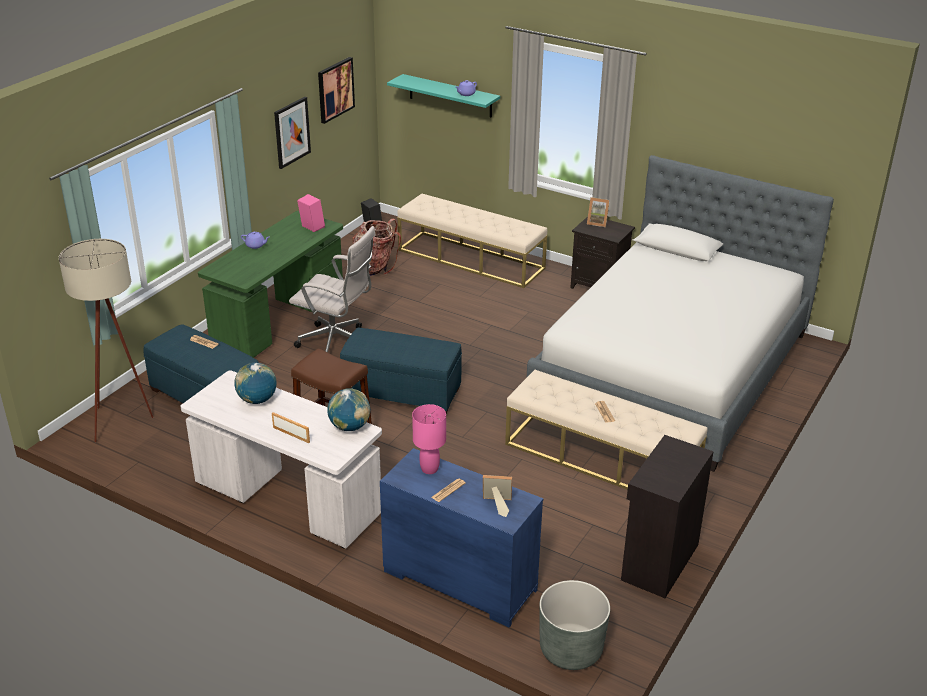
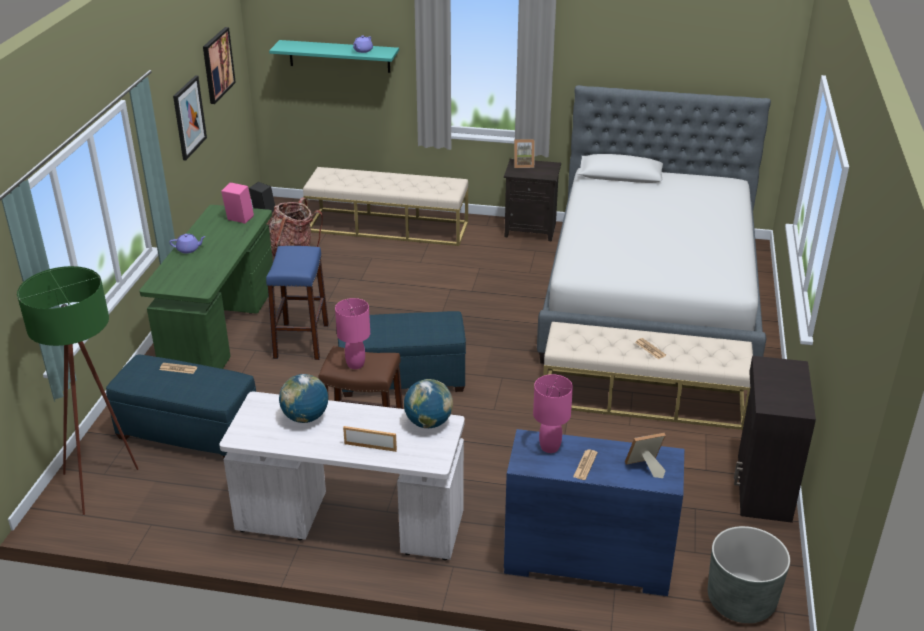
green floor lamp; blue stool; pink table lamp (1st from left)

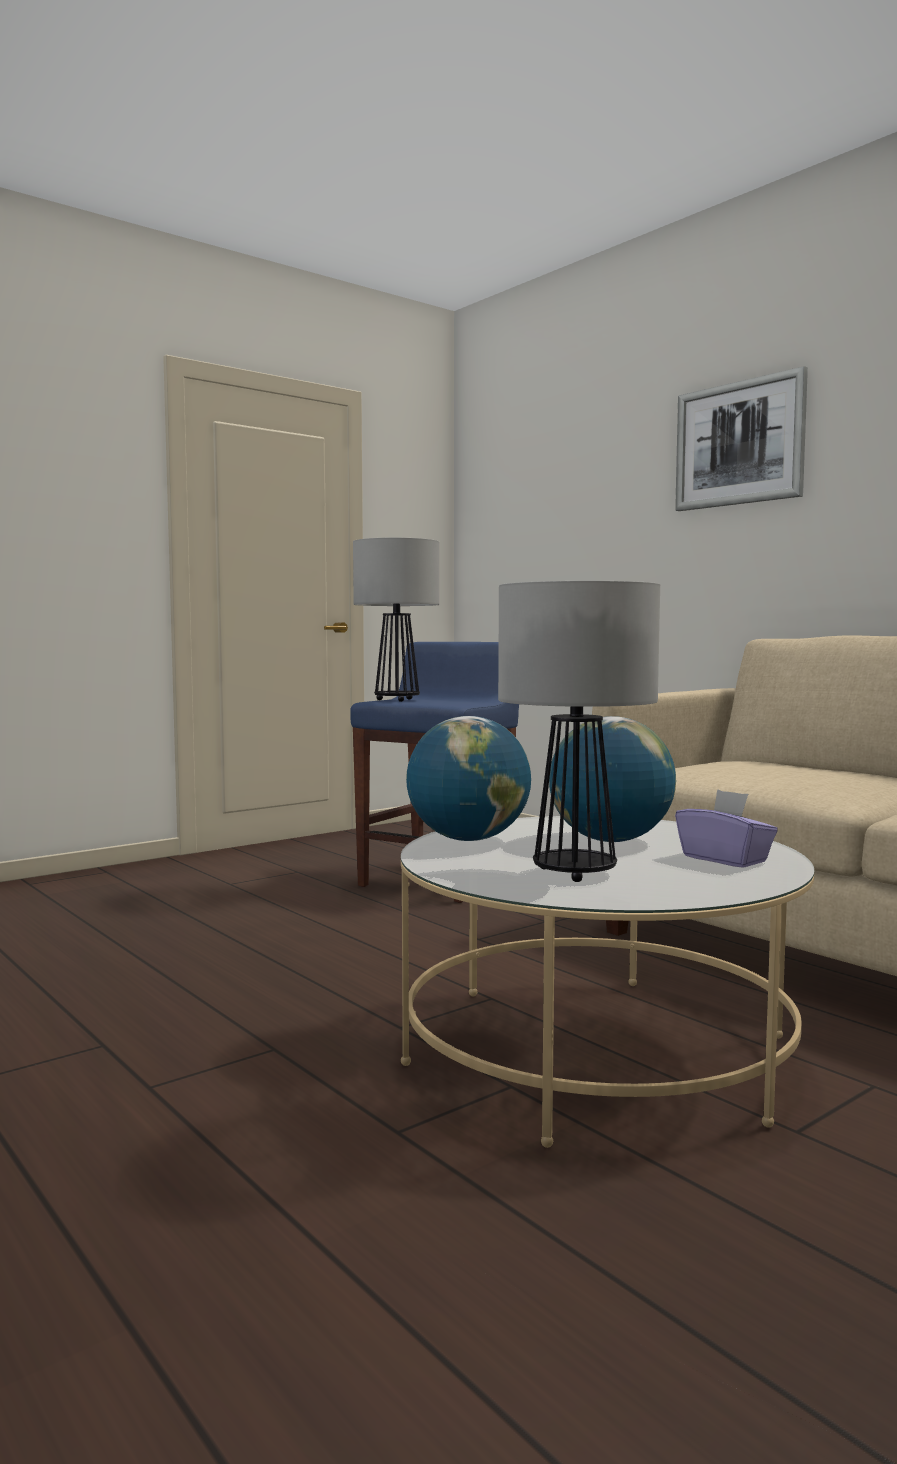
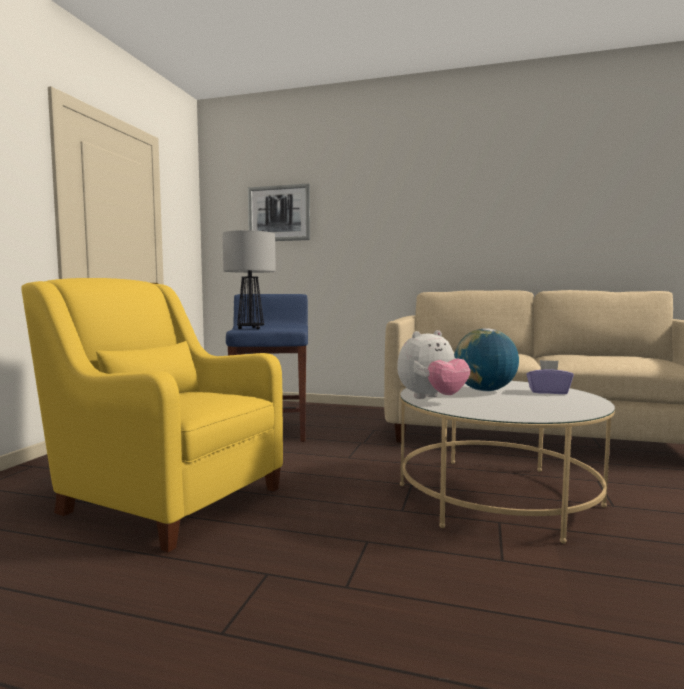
plush toy; table lamp (2nd from left in the first image); picture; yellow armchair

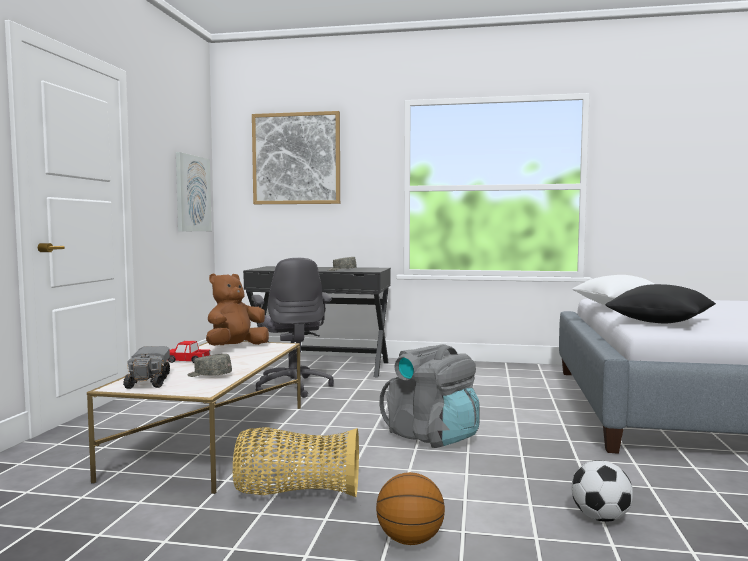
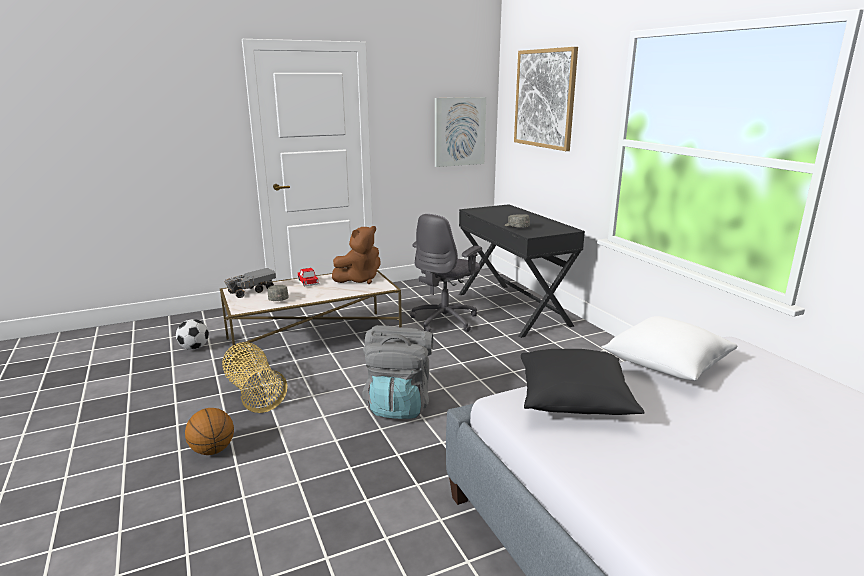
brown plush toy; football

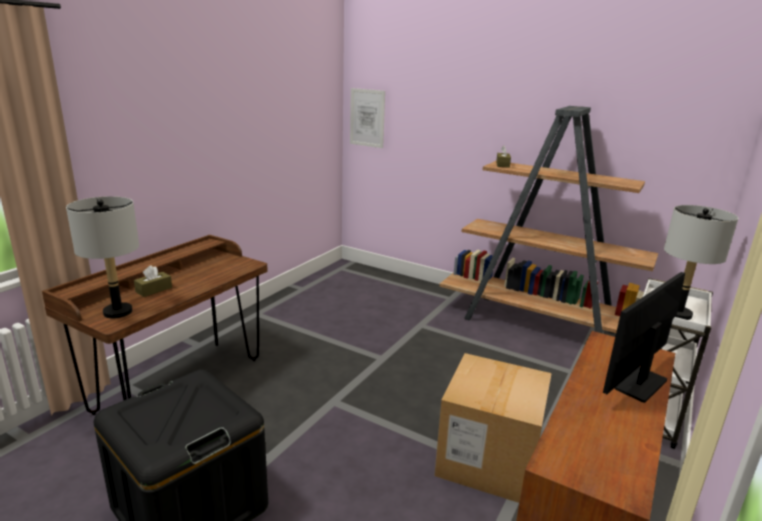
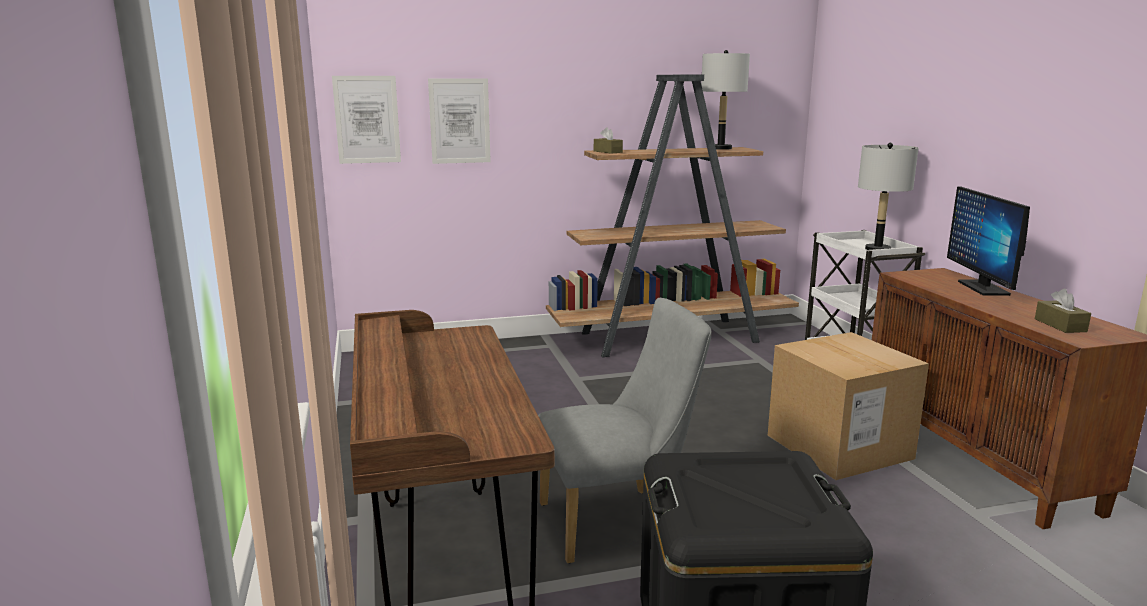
grey table lamp (1st from left); brown tissue box (2nd from left); picture (2nd from left); grey chair

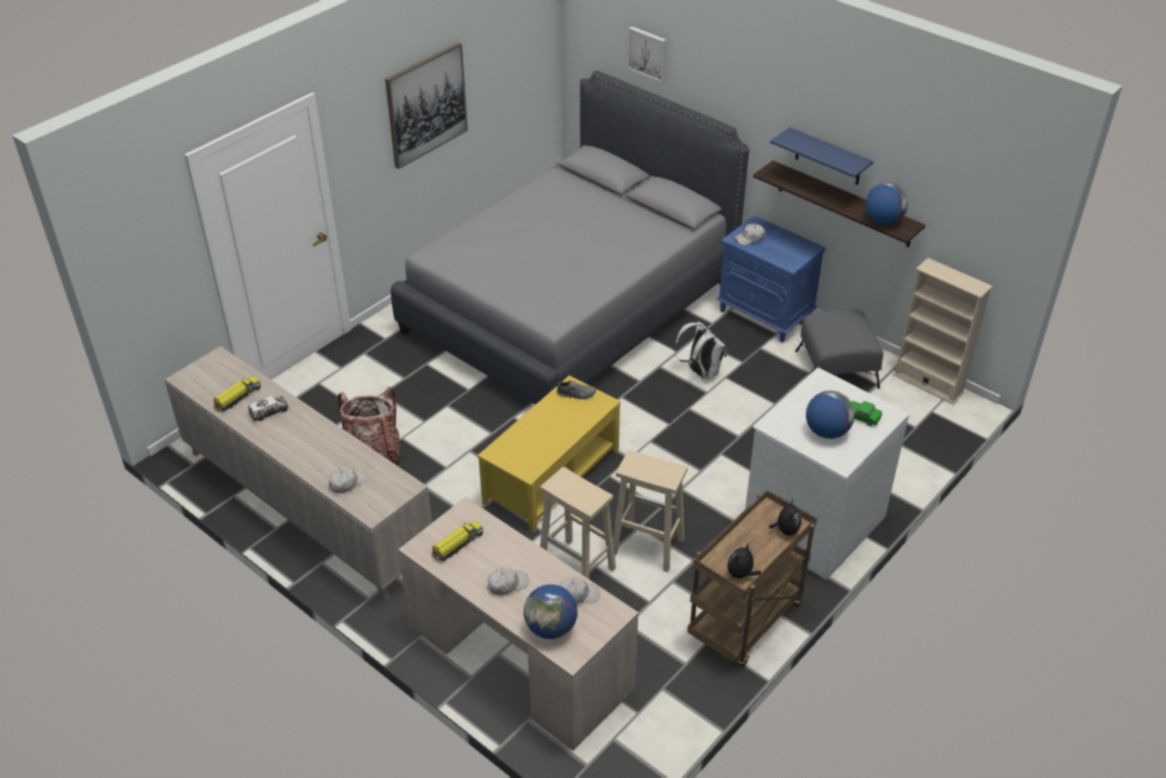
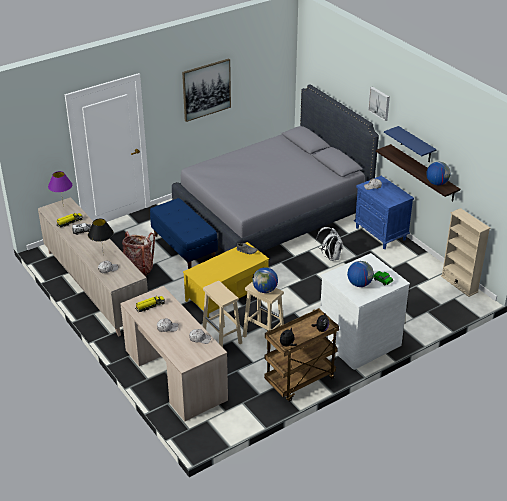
globe (1st from left); picture (2nd from left); grey ottoman; purple table lamp; black table lamp; blue bench

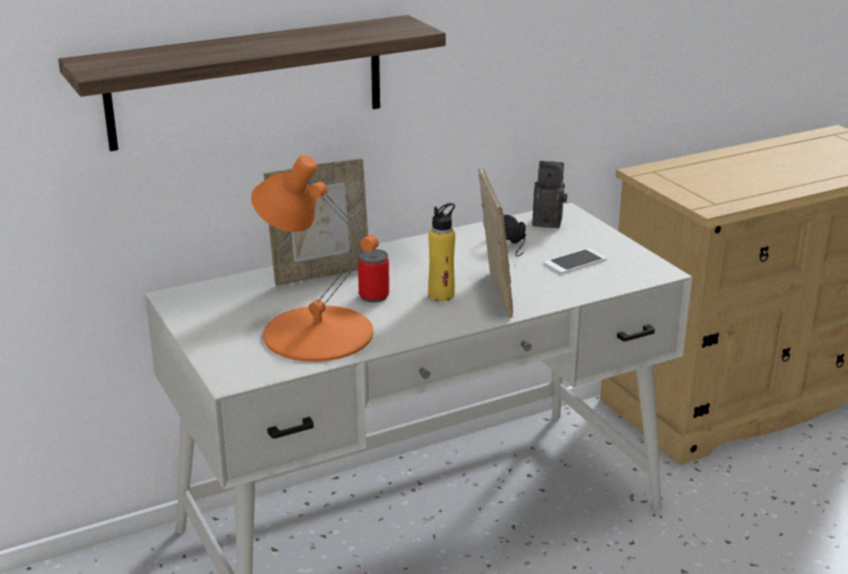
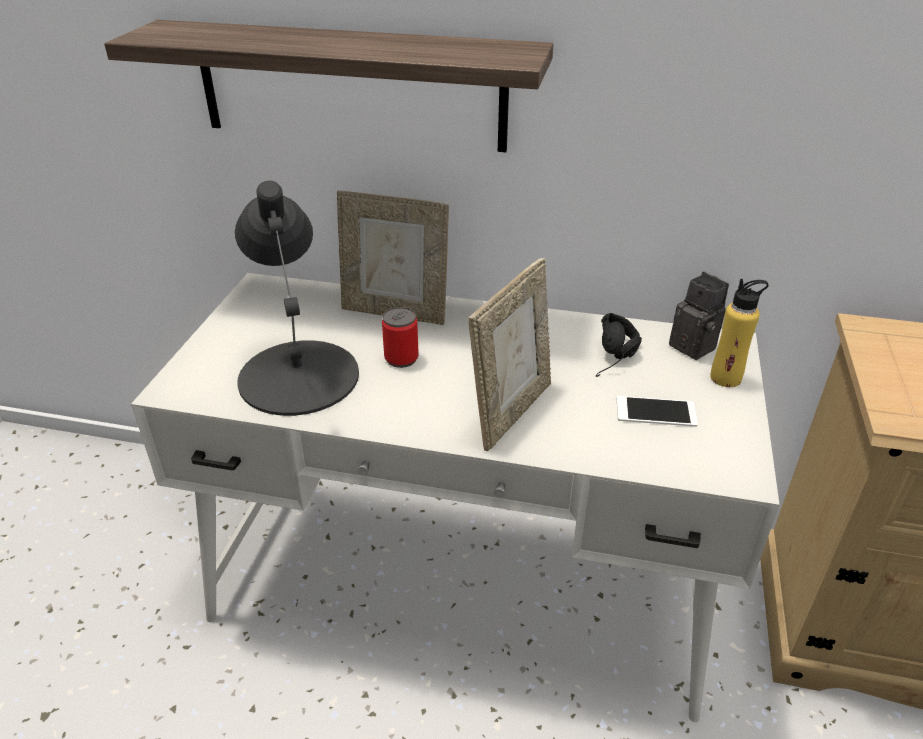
black table lamp; yellow bottle

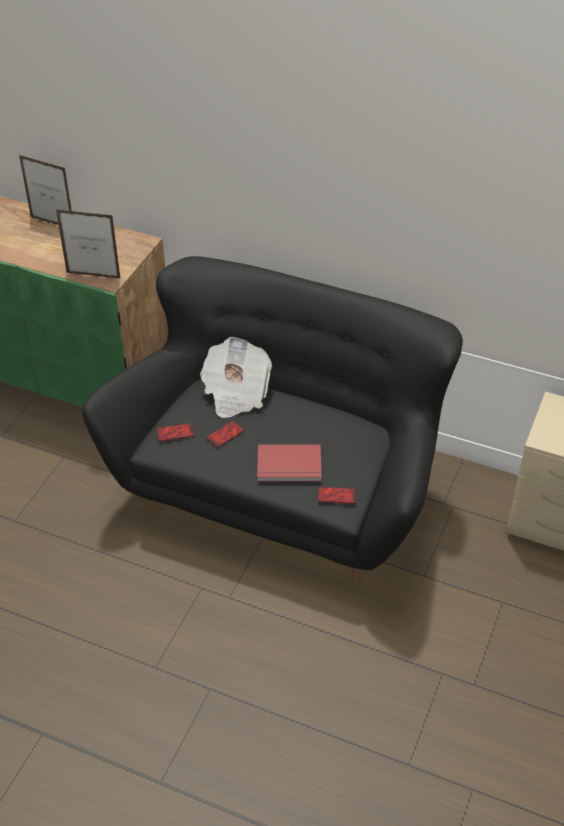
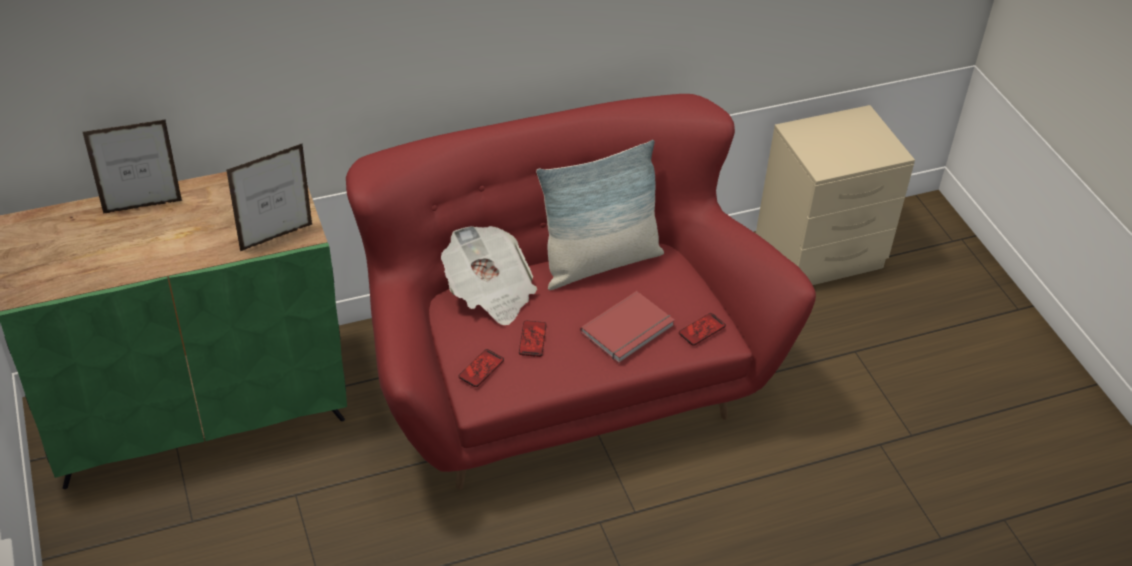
red sofa; pillow

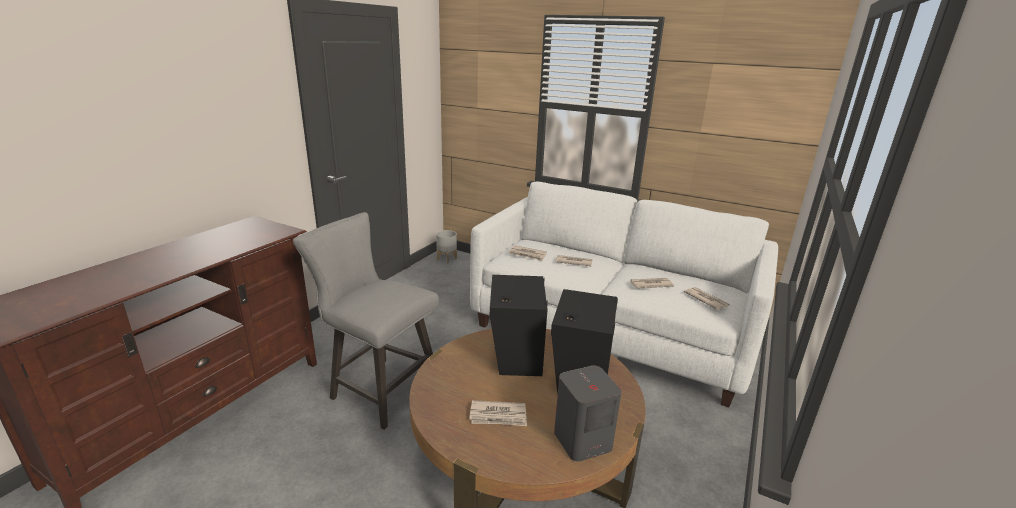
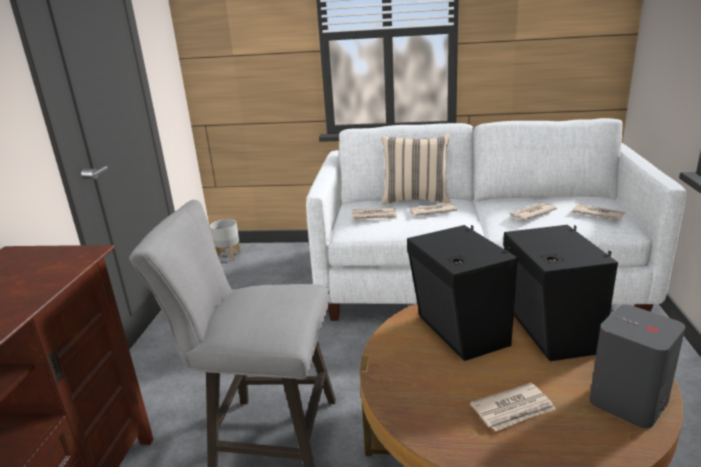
beige pillow

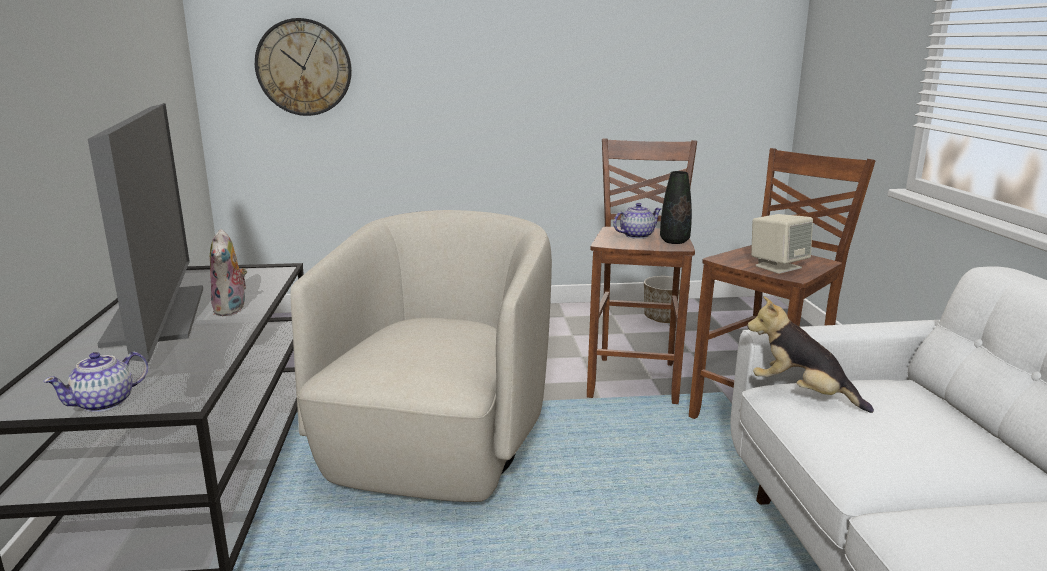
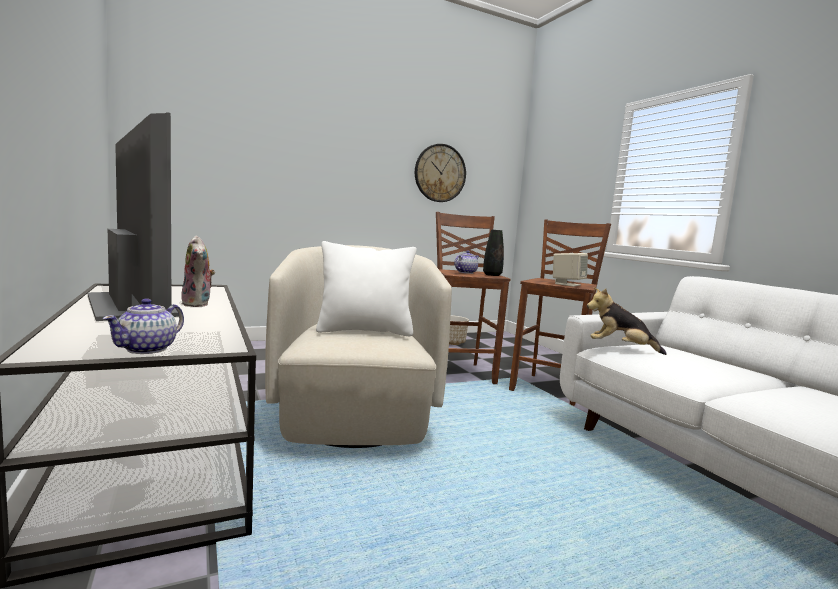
wall clock; white pillow

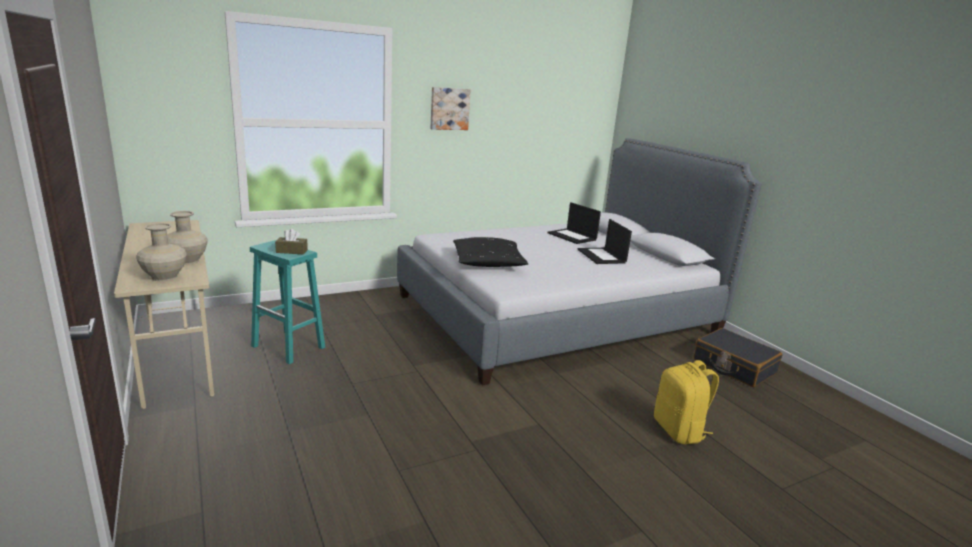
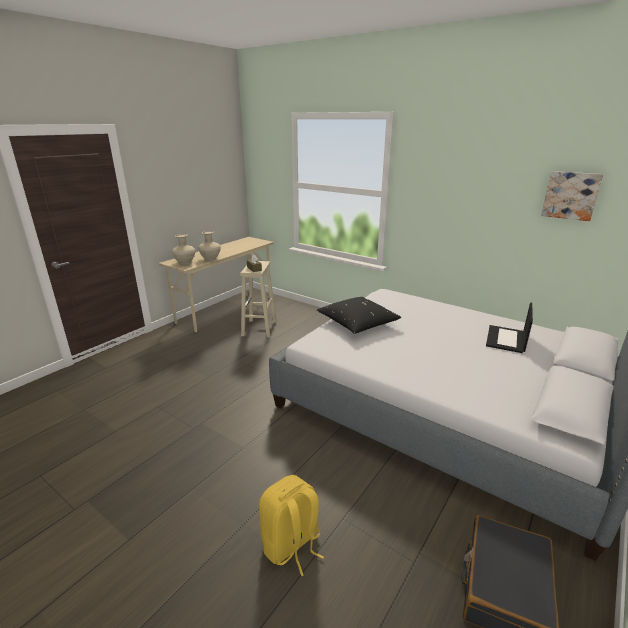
beige stool; picture; laptop (2nd from left in the first image)

